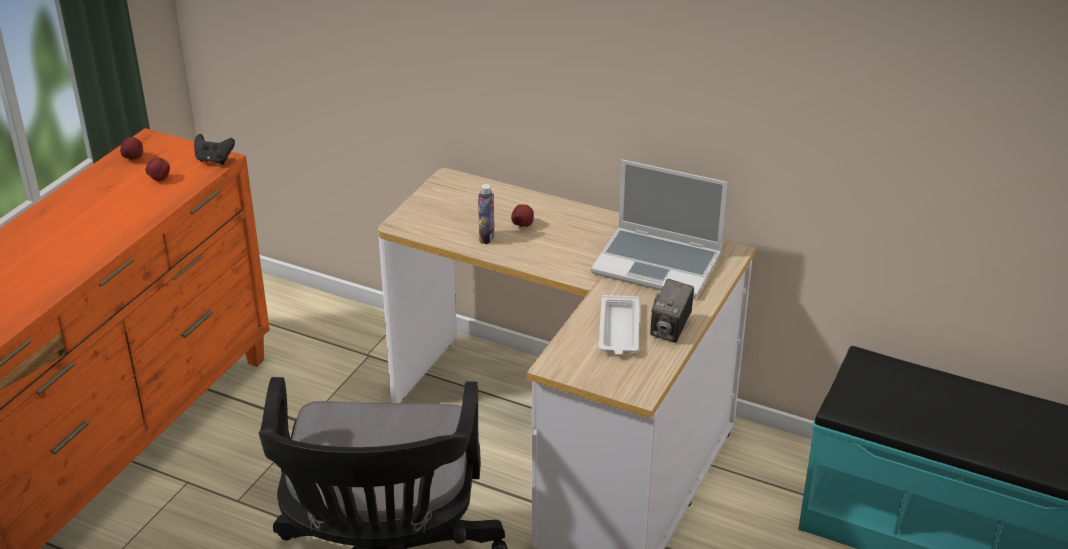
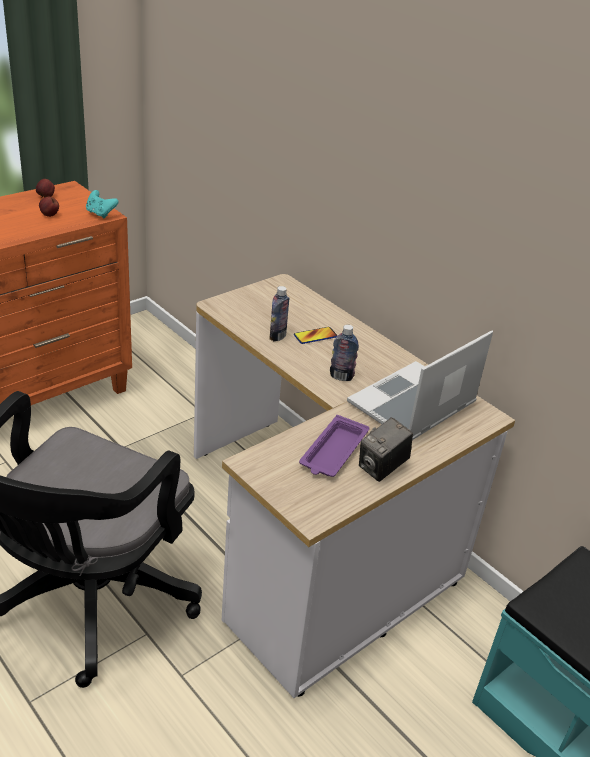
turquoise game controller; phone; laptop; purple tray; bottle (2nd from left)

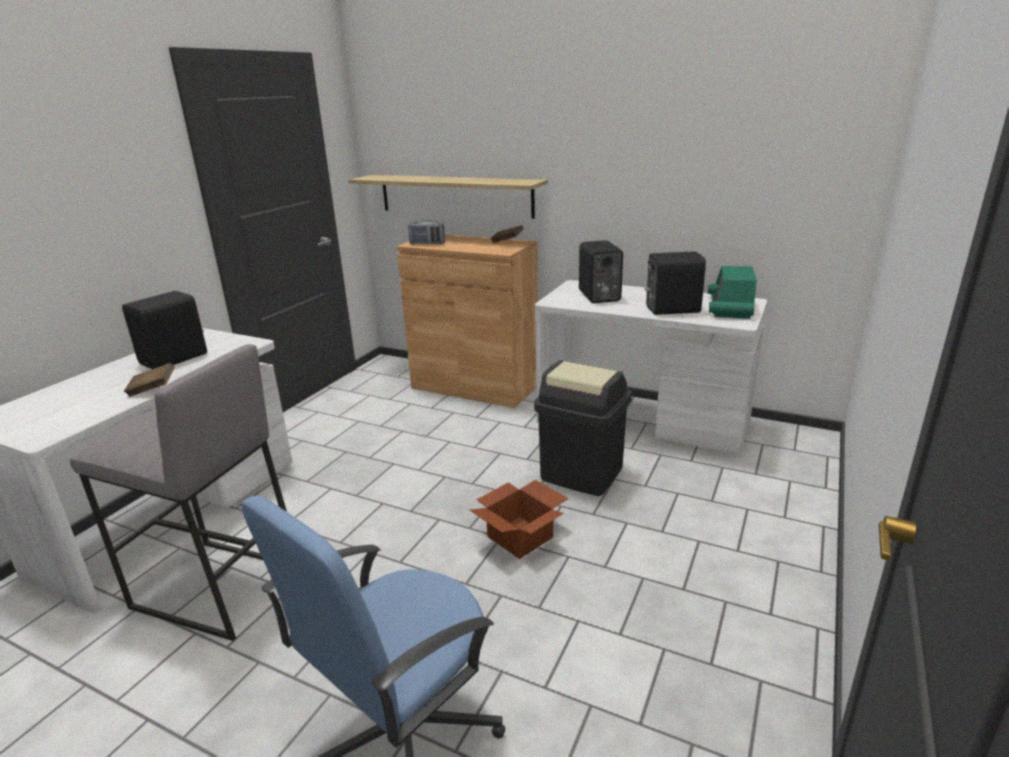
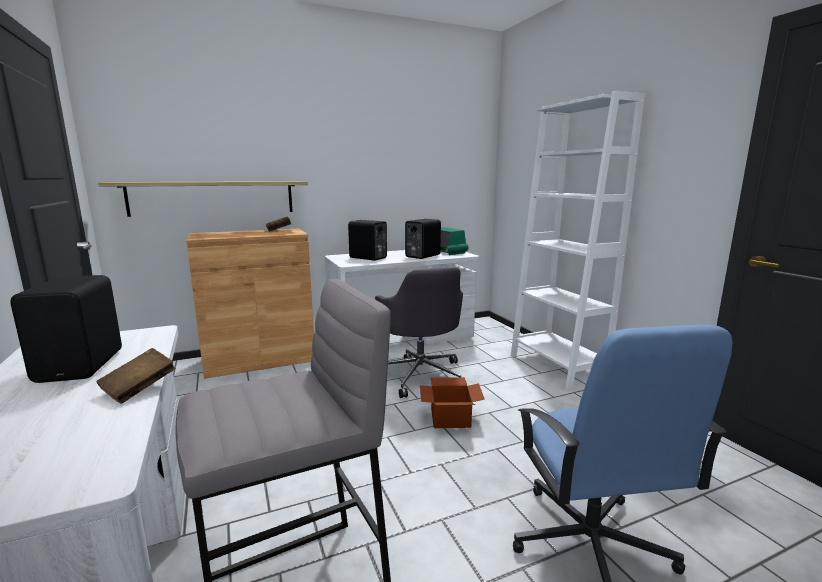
radio (1st from left in the first image); grey office chair; white bookcase

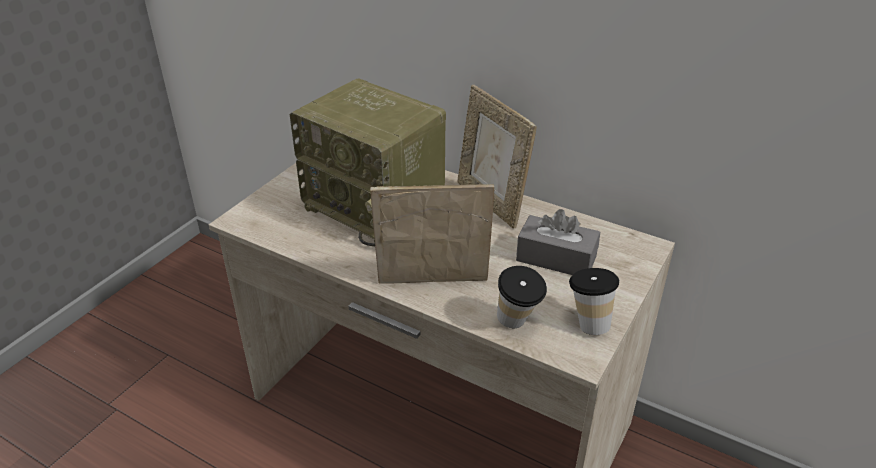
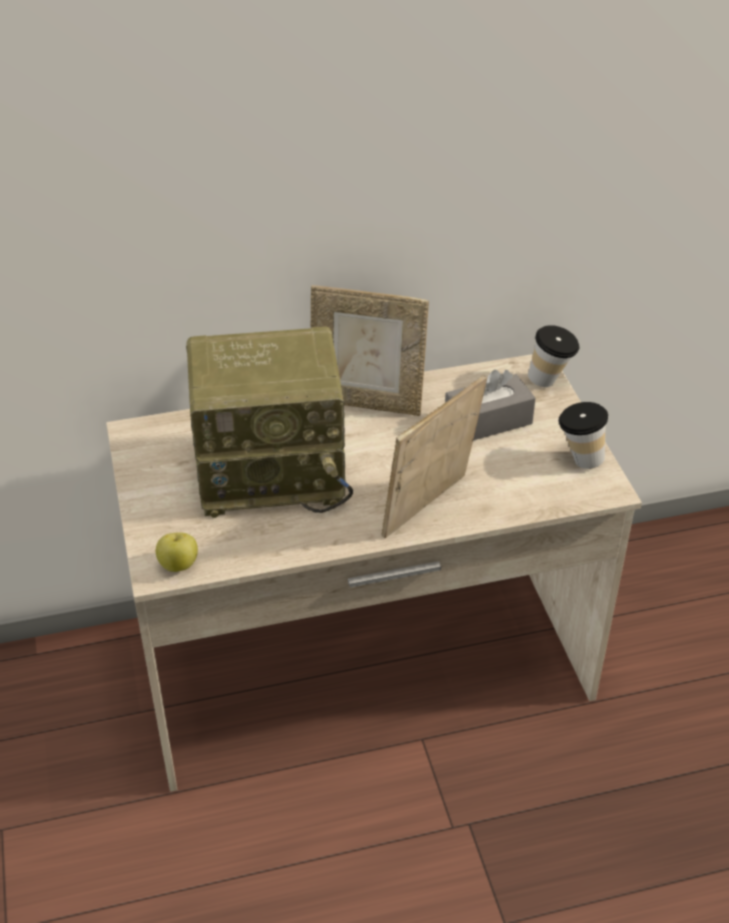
cup (1st from left); apple

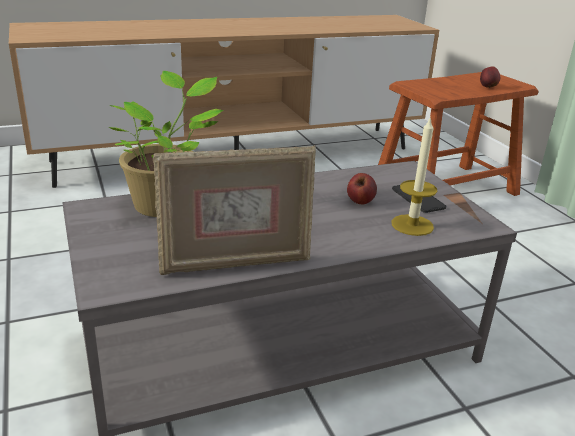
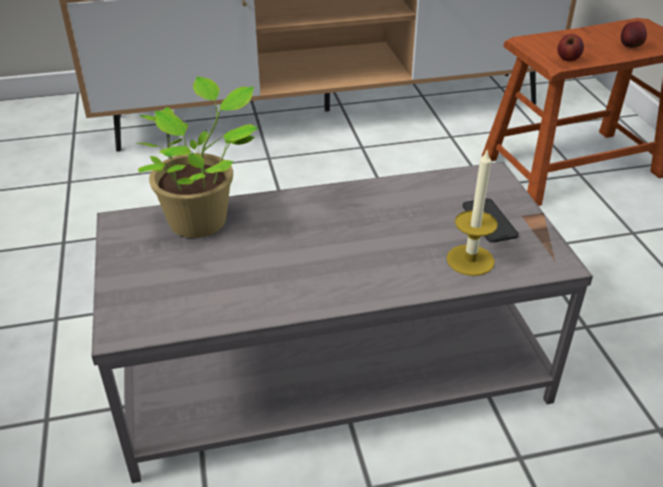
picture frame; apple (1st from left)

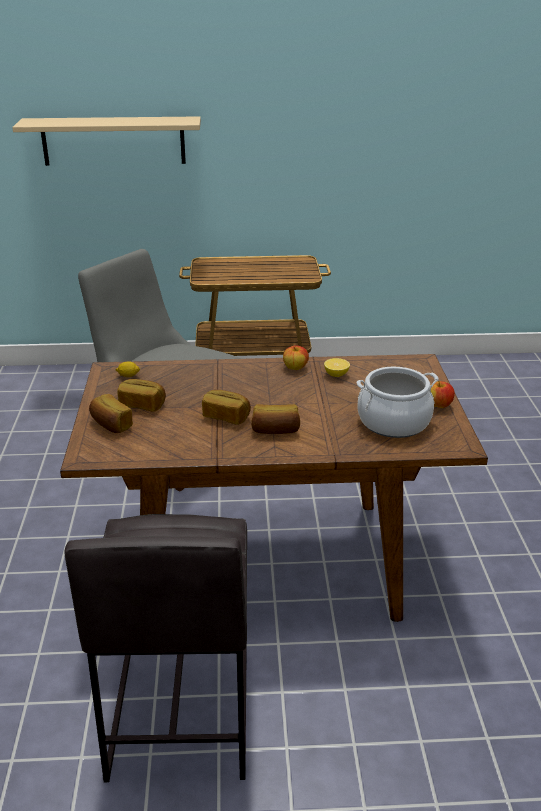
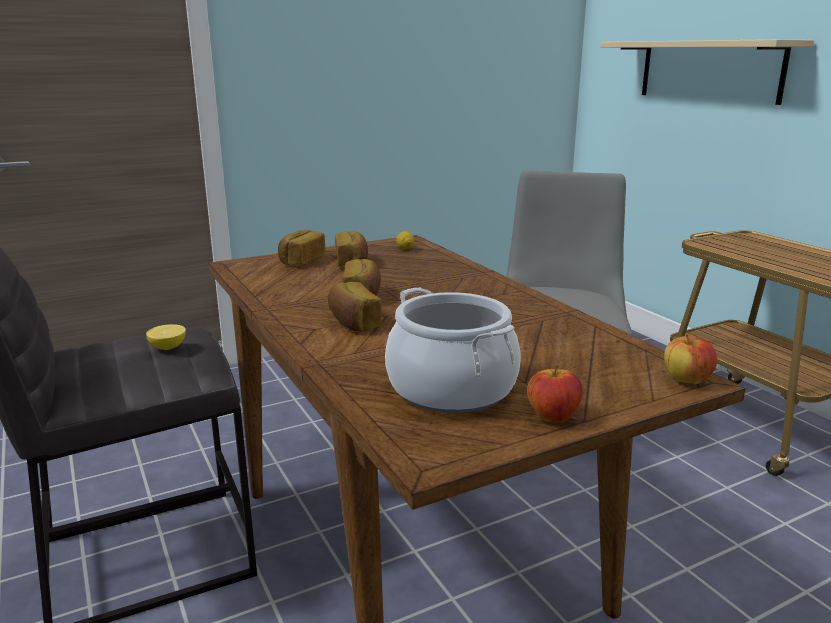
apple (2nd from left); lemon (1st from left)

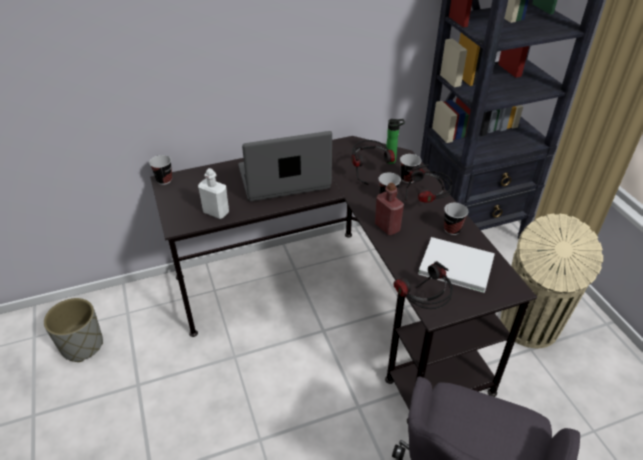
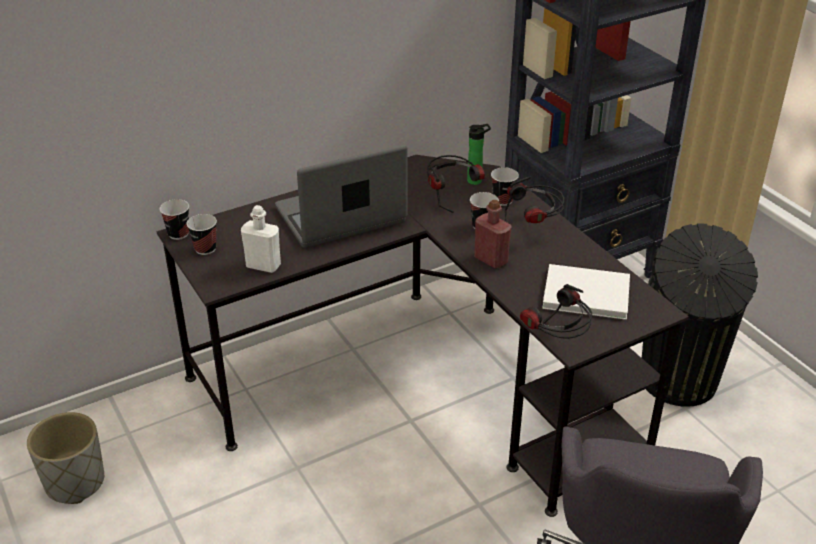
cup (2nd from left); black trash can

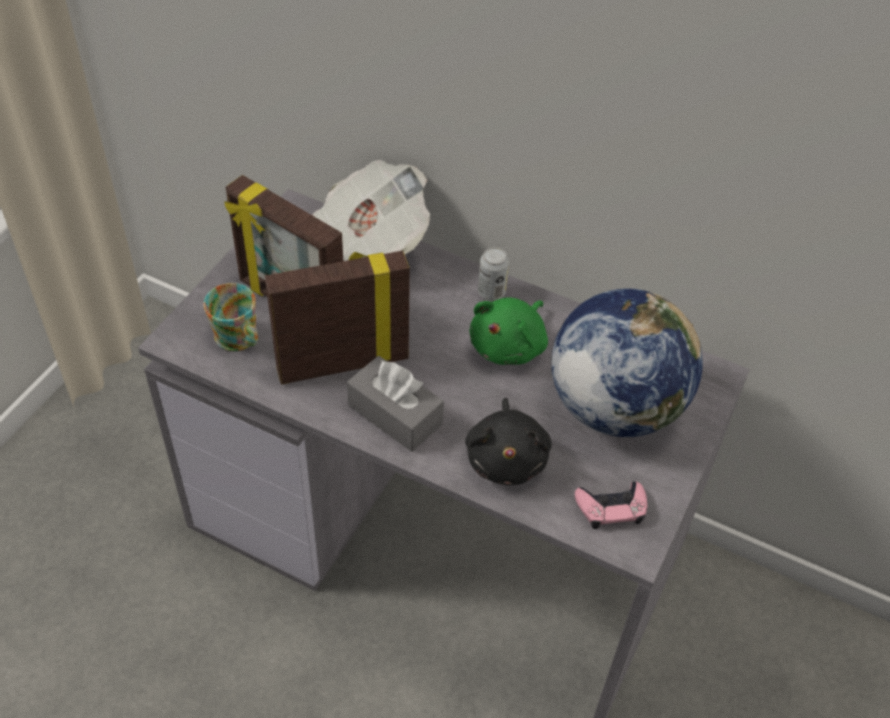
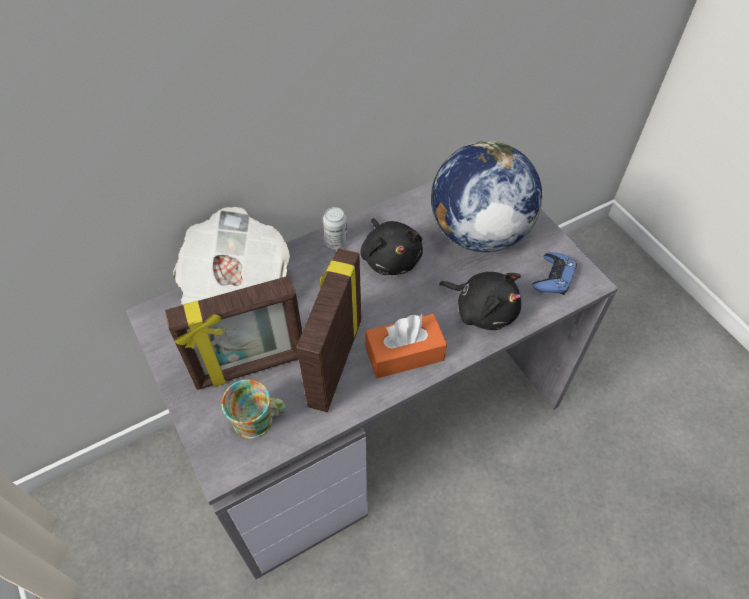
orange tissue box; black plush toy (1st from left); blue game controller

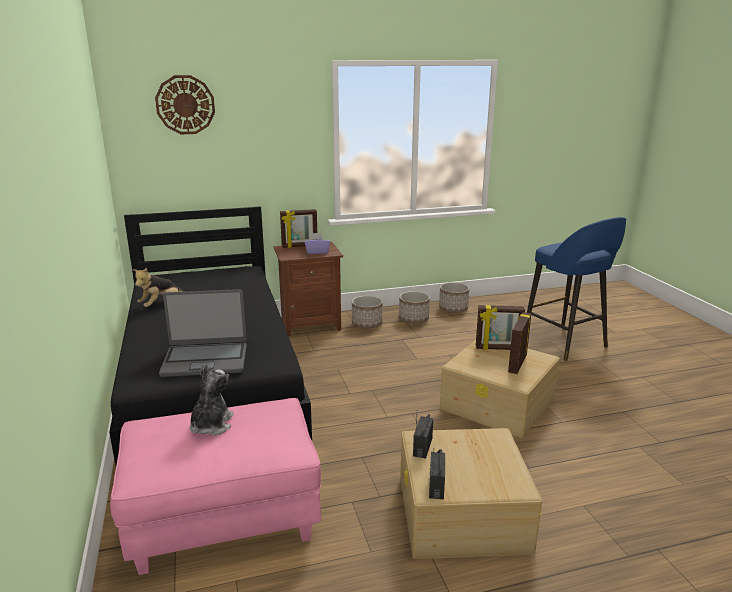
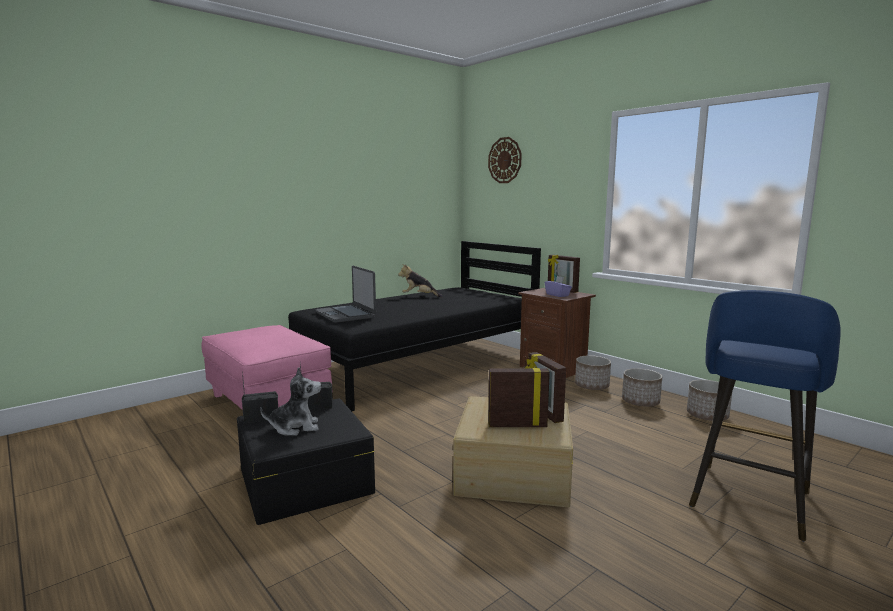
plush toy (1st from left); black storage box

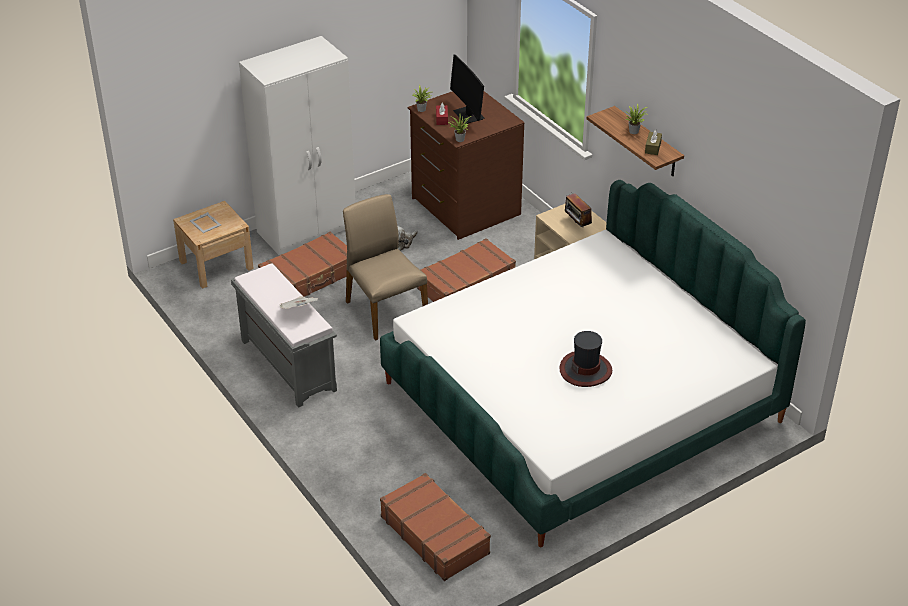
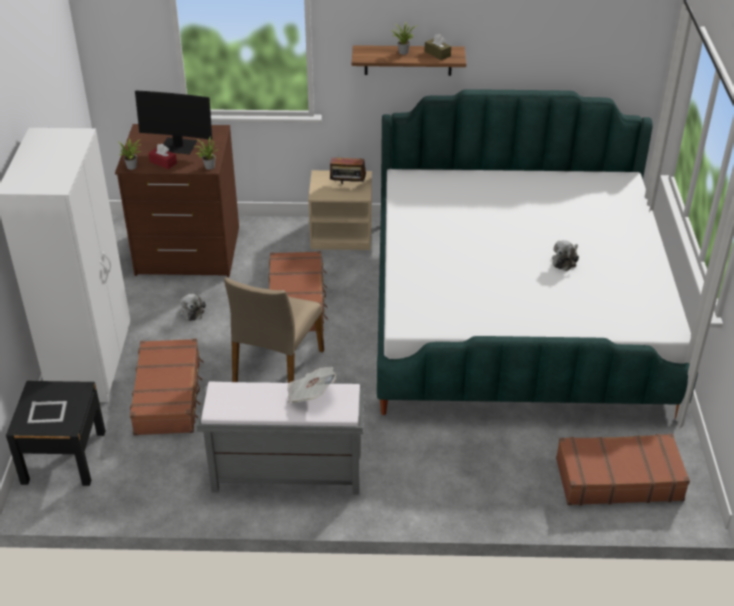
black nightstand; beige chair; plush toy (2nd from left)

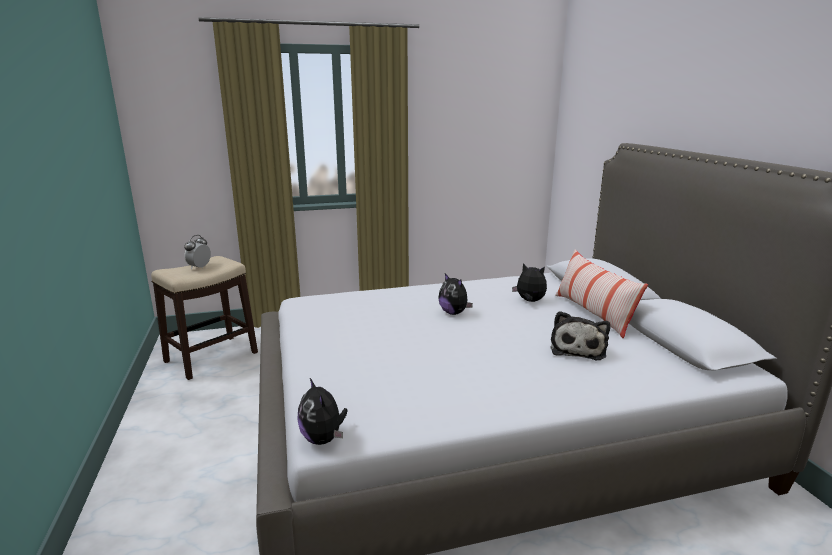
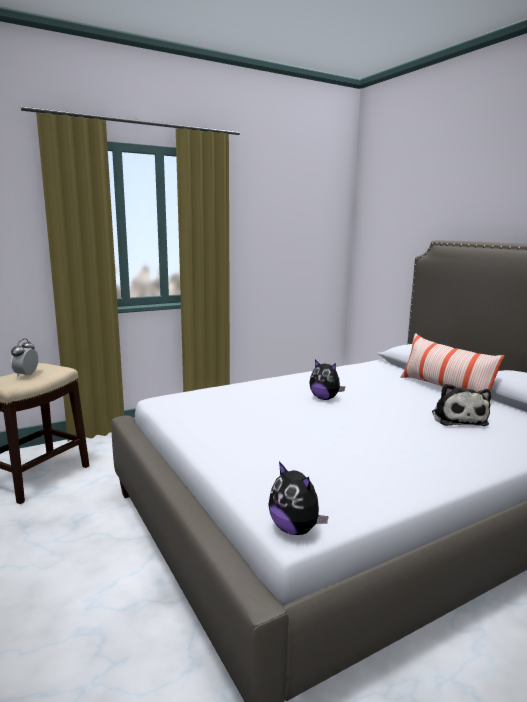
plush toy (3rd from left in the first image)

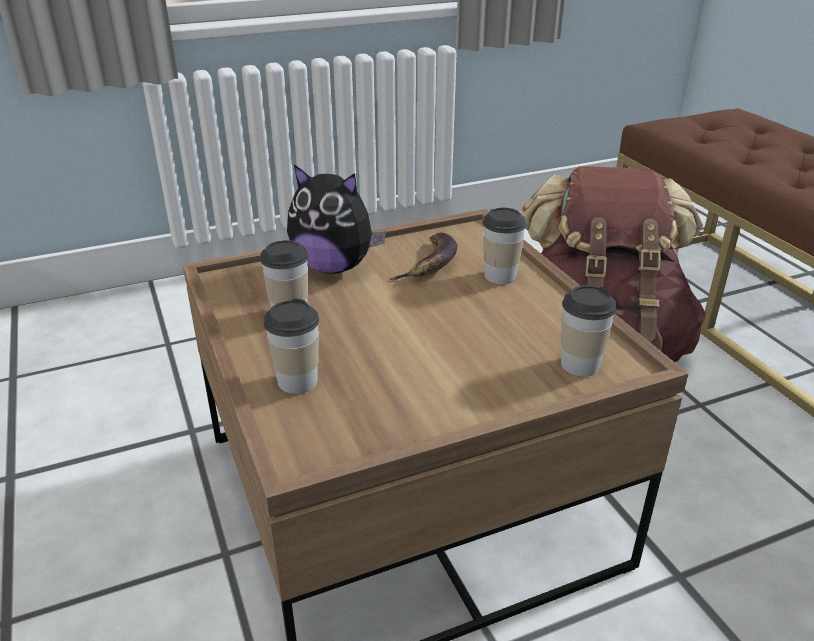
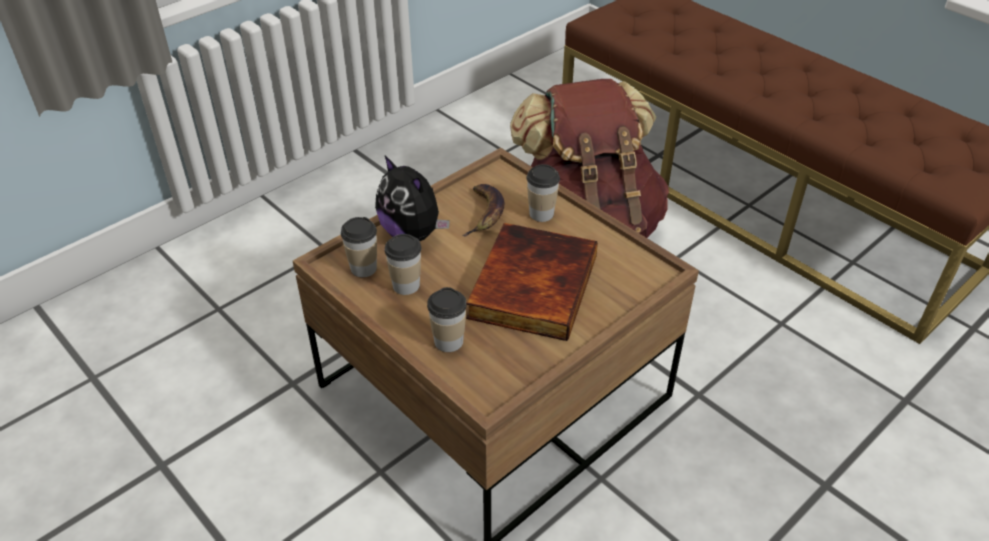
plush toy; cup (1st from left); book

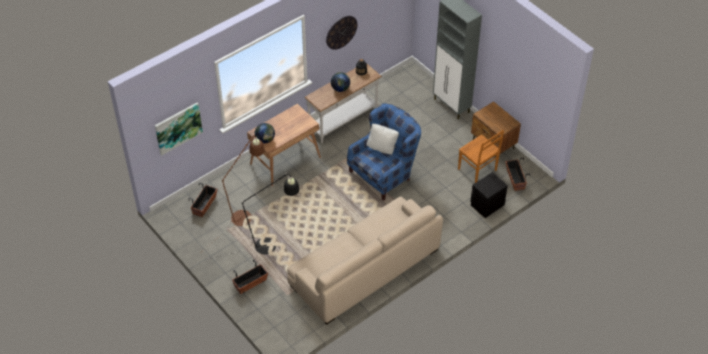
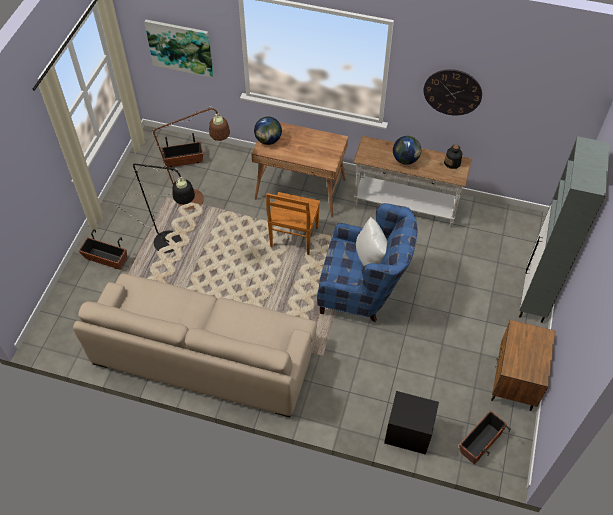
brown chair

